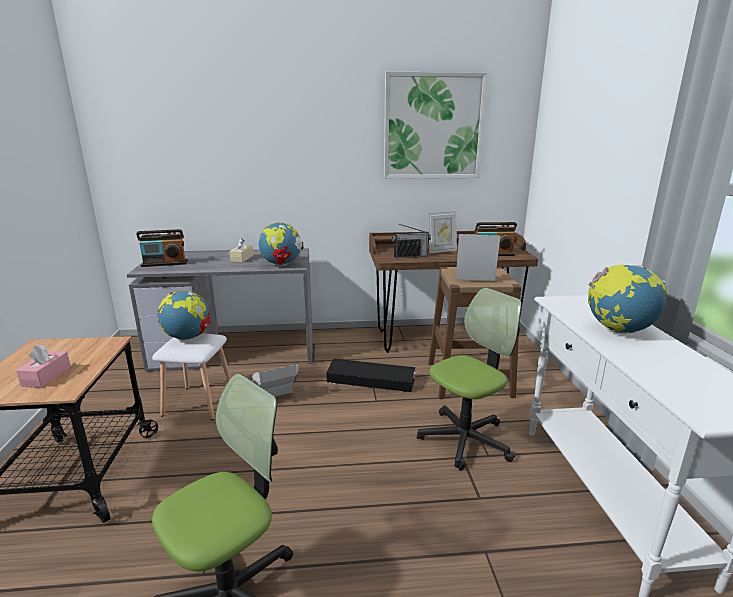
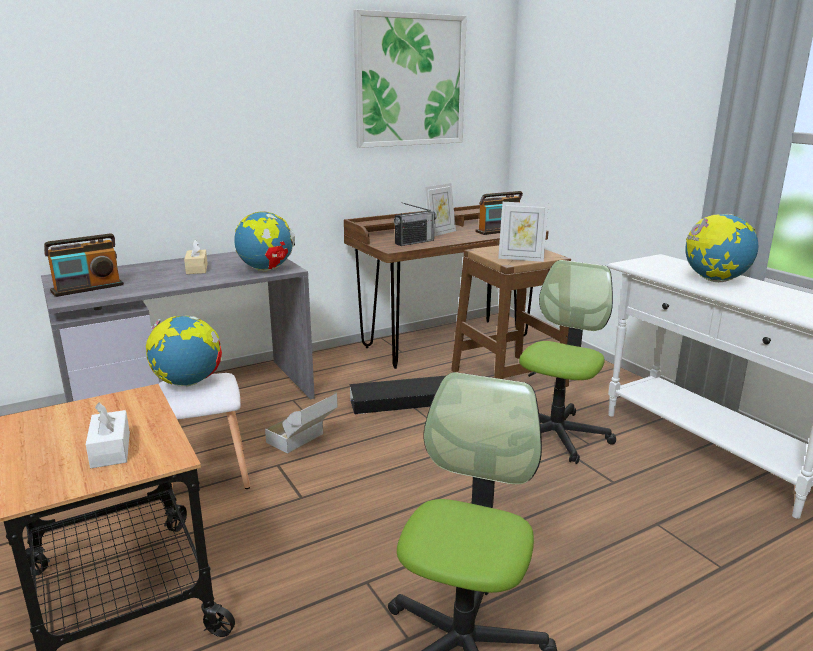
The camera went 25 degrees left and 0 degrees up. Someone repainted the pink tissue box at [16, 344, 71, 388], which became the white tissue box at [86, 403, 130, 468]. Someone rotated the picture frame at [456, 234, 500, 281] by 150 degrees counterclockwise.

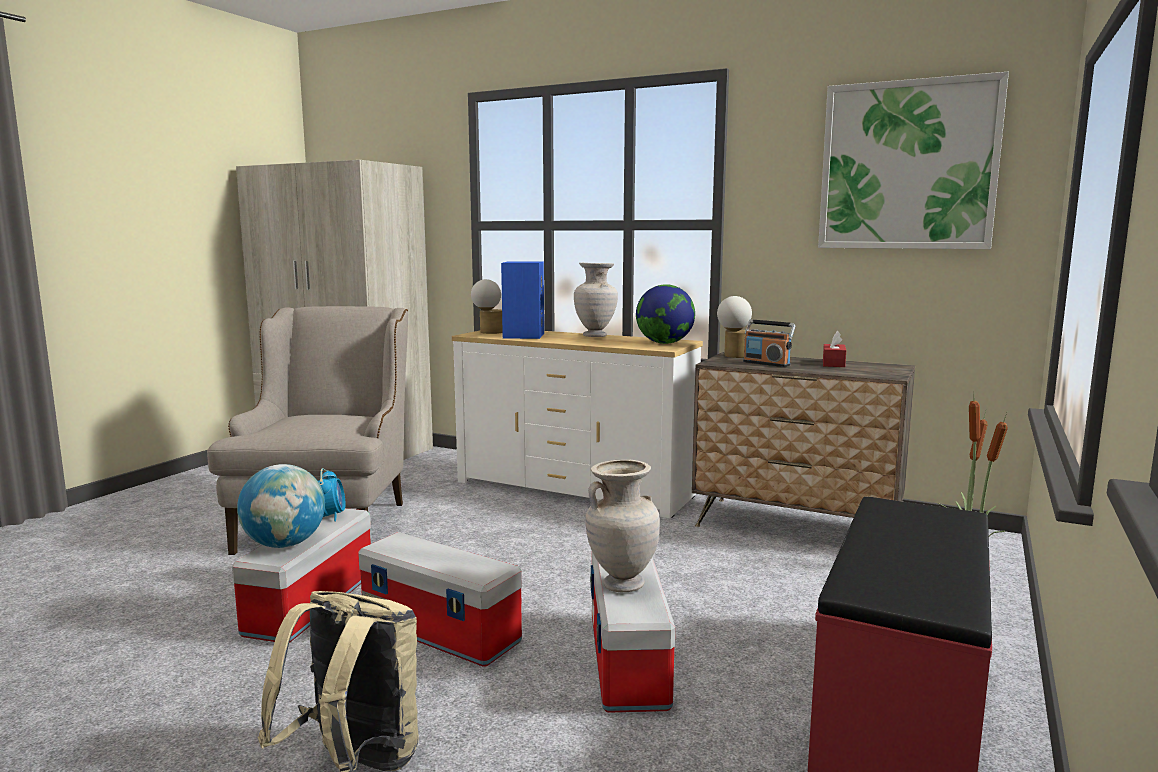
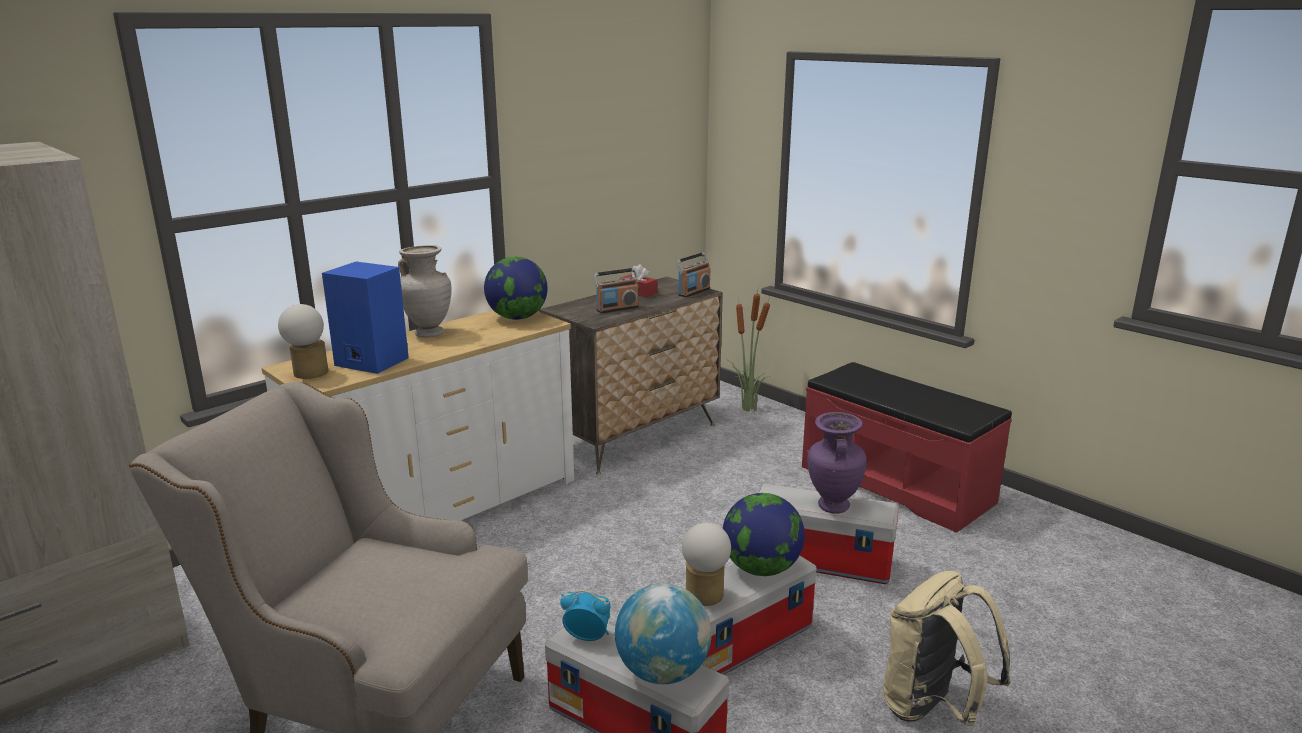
The camera went 70 degrees left and 10 degrees up. Someone took away the picture at [818, 72, 1009, 249]. Someone put down the radio at [675, 252, 711, 297]. Someone put down the globe at [723, 493, 805, 576]. Someone carried the table lamp from [717, 296, 752, 358] to [682, 523, 731, 606]. Someone repainted the beige vase at [585, 459, 660, 592], which became the purple vase at [807, 412, 867, 514].

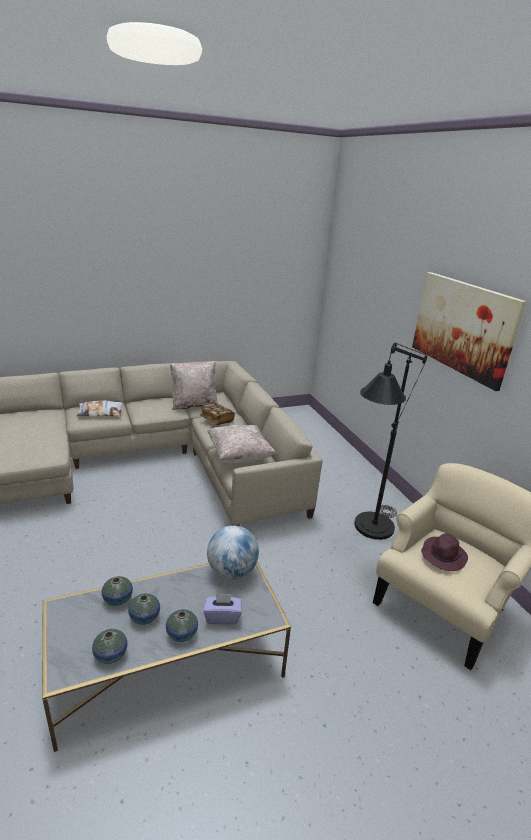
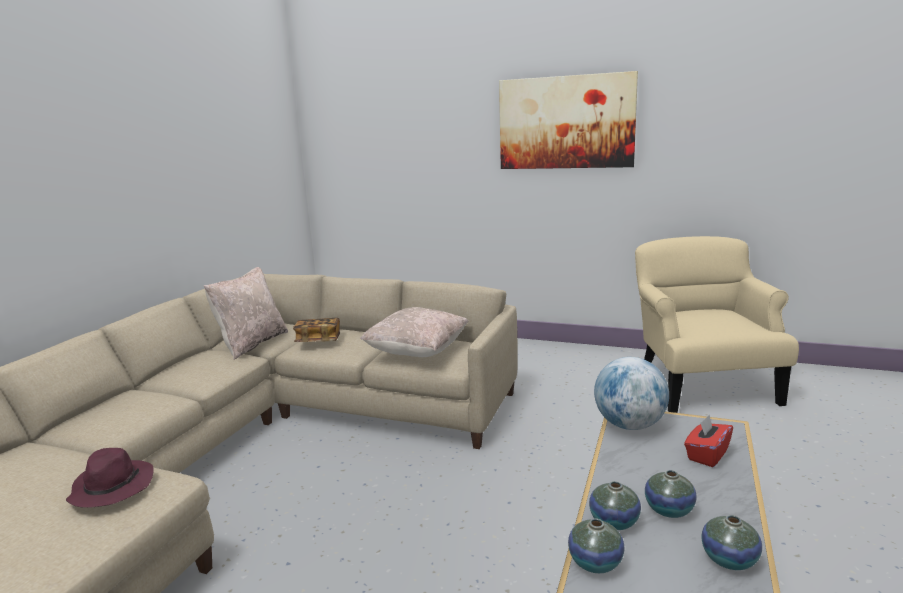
The camera went 45 degrees left and 10 degrees down. Someone took away the pillow at [77, 401, 123, 416]. Someone took away the black floor lamp at [354, 343, 427, 540]. Someone carried the vase from [166, 609, 198, 642] to [568, 518, 624, 573]. Someone carried the purple hat from [421, 533, 468, 571] to [66, 448, 154, 508]. Someone repainted the purple tissue box at [204, 593, 241, 625], which became the red tissue box at [684, 414, 733, 467].

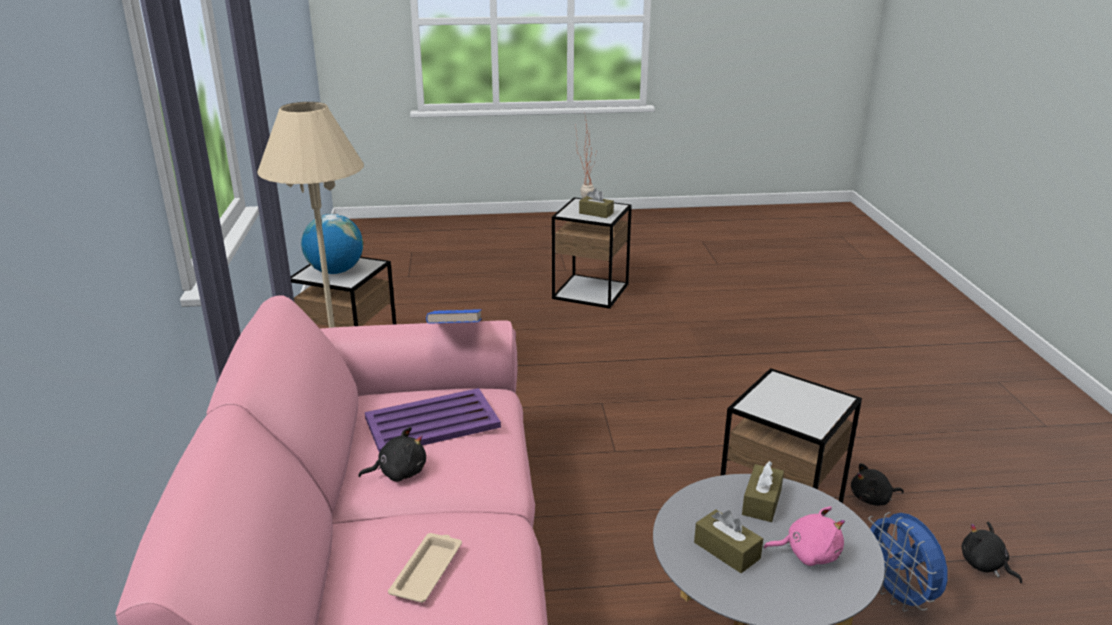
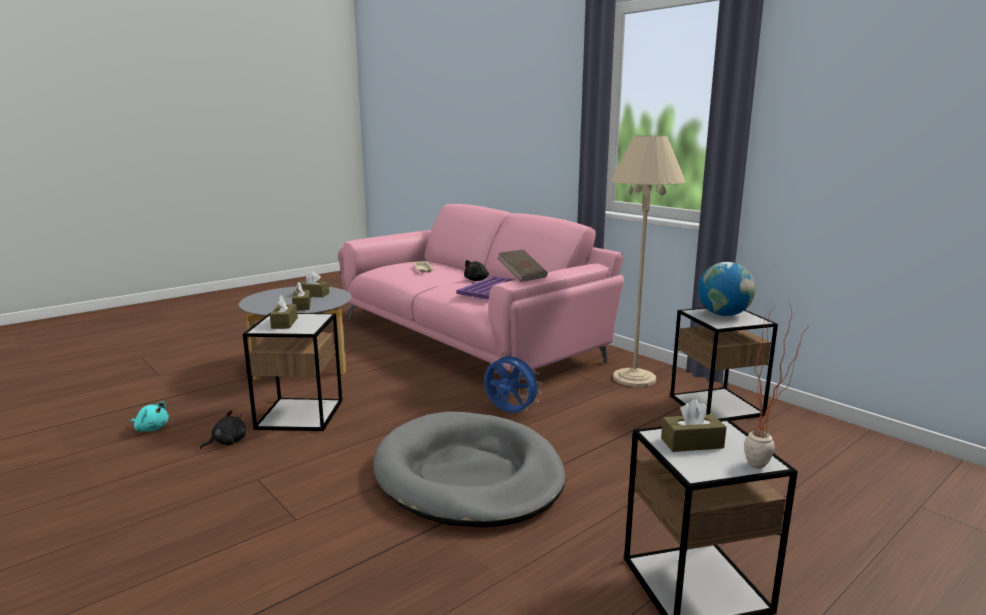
The camera went 145 degrees right and 10 degrees down. Someone took away the pink plush toy at [764, 506, 845, 566]. Someone put down the brown tissue box at [270, 295, 298, 329]. Someone put down the grey dog bed at [373, 411, 565, 527]. Someone carried the blue fan from [866, 512, 948, 612] to [484, 352, 542, 413]. Someone repainted the blue book at [426, 309, 482, 324], which became the brown book at [497, 250, 548, 282]. Someone repainted the black plush toy at [961, 522, 1022, 583], which became the turquoise plush toy at [130, 401, 169, 431].

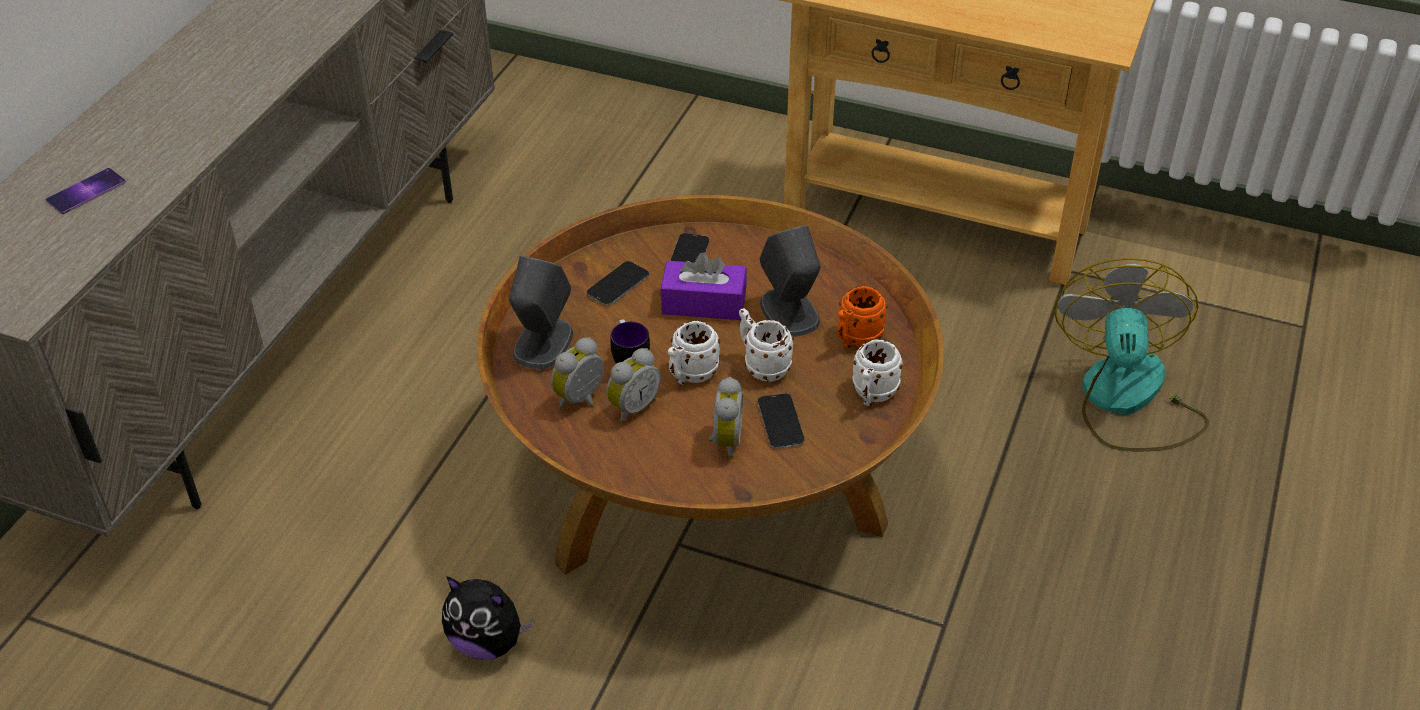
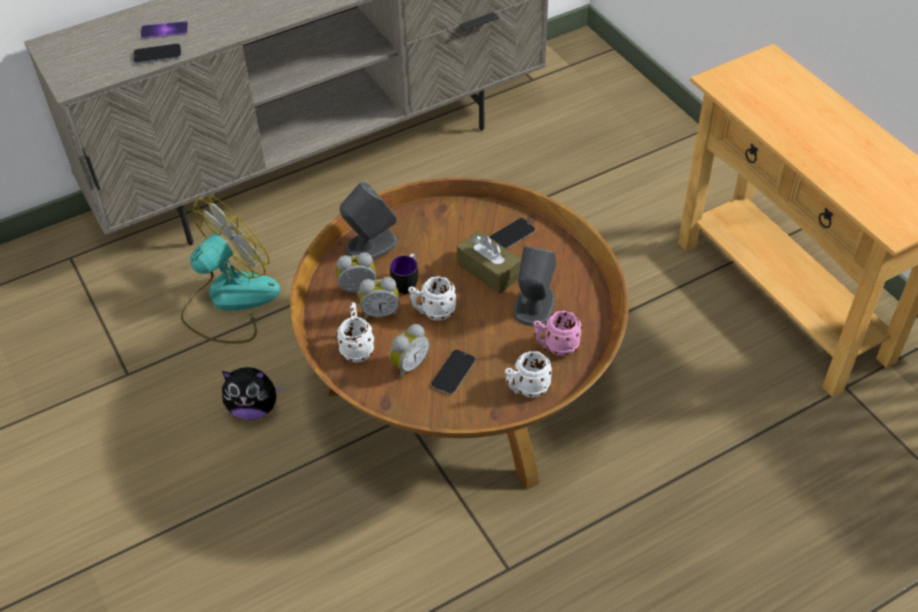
The camera went 40 degrees right and 5 degrees up. Someone carried the phone from [587, 261, 649, 306] to [133, 44, 181, 64]. Someone carried the white mug from [739, 308, 794, 382] to [336, 302, 375, 363]. Someone carried the fan from [1054, 258, 1209, 452] to [181, 196, 280, 344]. Someone repainted the purple tissue box at [661, 252, 747, 320], which became the brown tissue box at [457, 231, 522, 294]. Someone repainted the orange mug at [837, 286, 888, 348], which became the pink mug at [533, 310, 582, 356]. Someone rotated the plush toy at [442, 576, 534, 660] by 60 degrees counterclockwise.

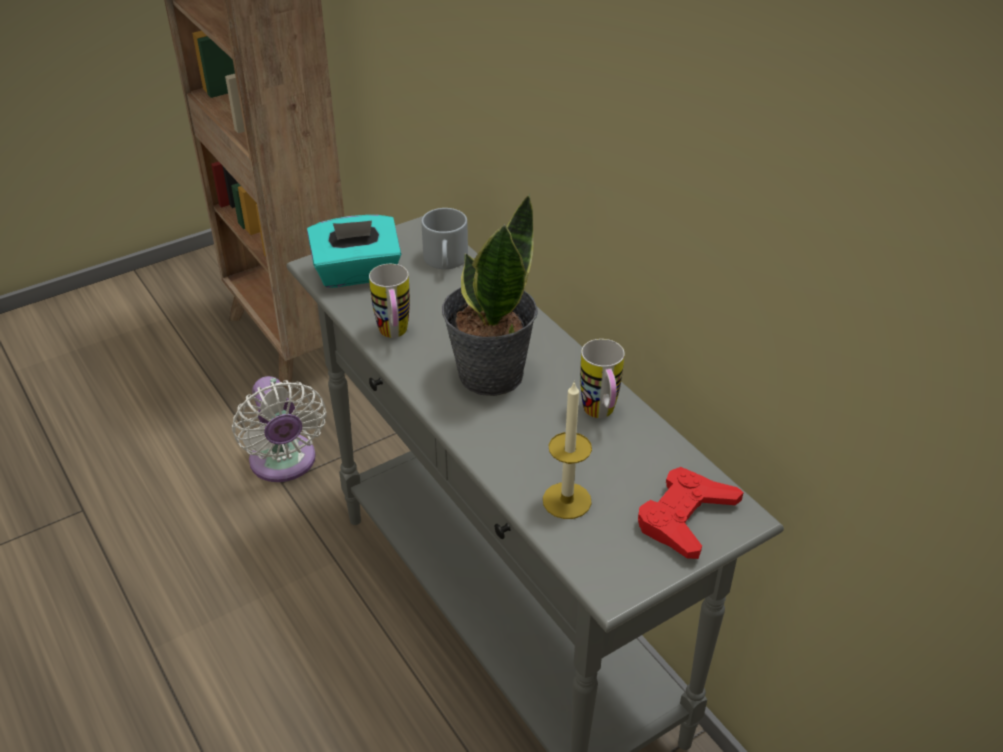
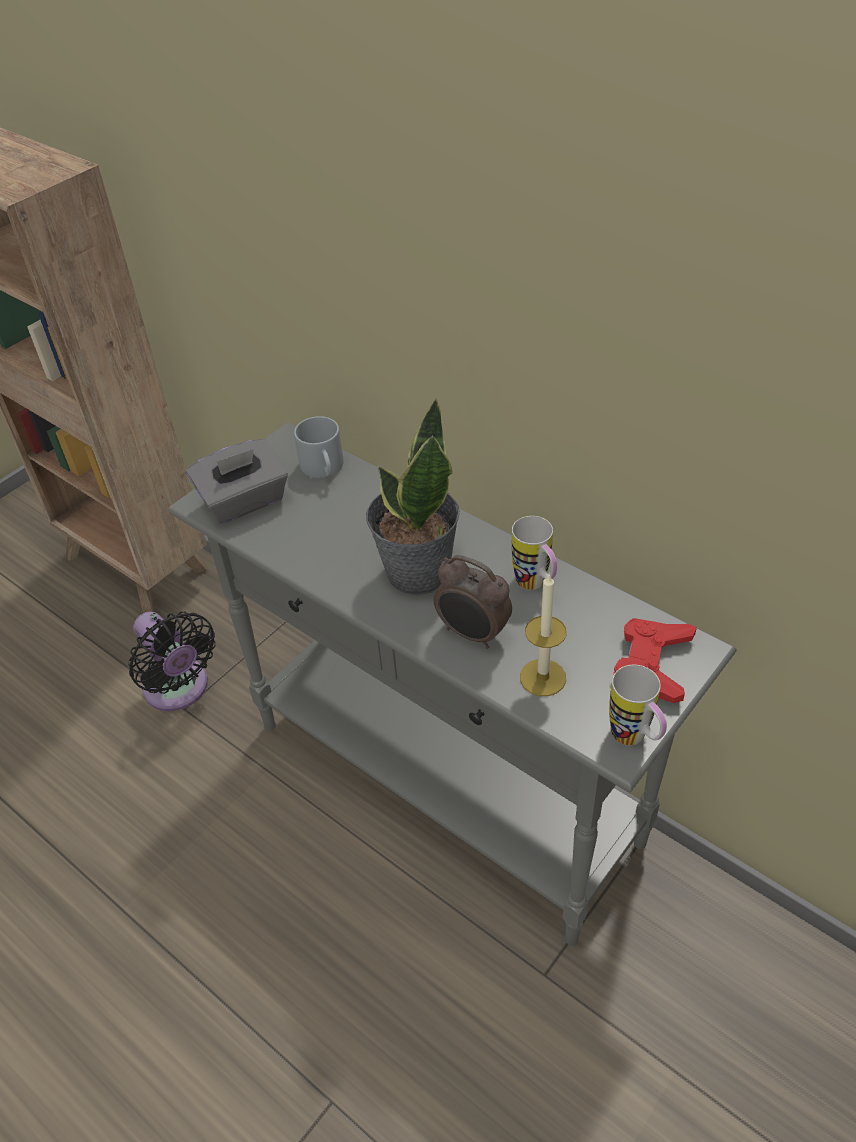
The camera went 15 degrees left and 5 degrees up. Someone put down the alarm clock at [434, 555, 512, 649]. Someone carried the mug from [369, 264, 410, 338] to [609, 665, 667, 745]. Someone repainted the white fan at [232, 376, 327, 482], which became the black fan at [128, 612, 216, 711]. Someone repainted the turquoise tissue box at [307, 215, 401, 288], which became the grey tissue box at [186, 439, 288, 524].

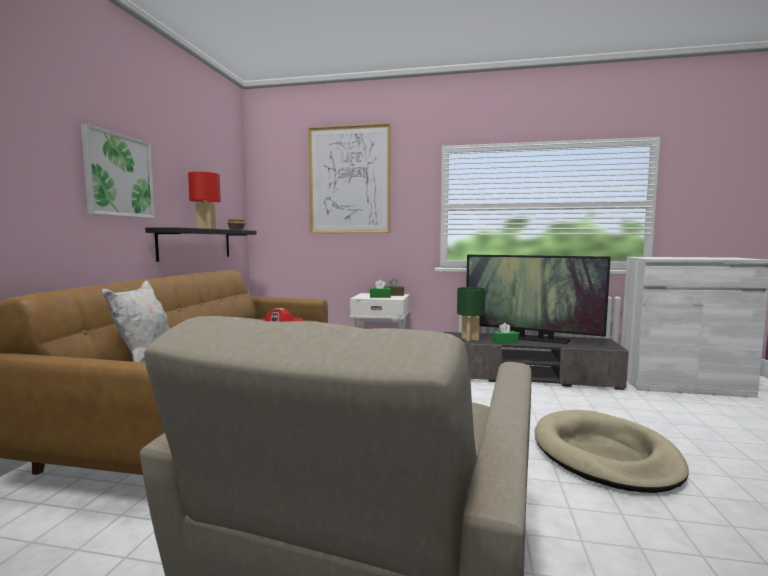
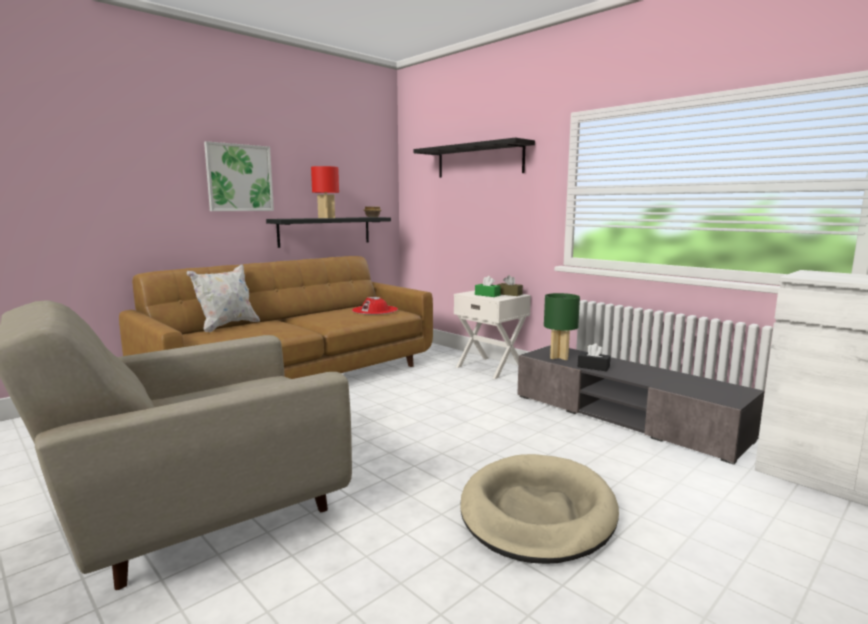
The camera went 35 degrees right and 5 degrees up. Someone took away the television at [466, 255, 611, 344]. Someone swapped the picture at [308, 123, 391, 233] for the black shelf at [414, 138, 535, 178]. Someone repainted the green tissue box at [492, 323, 519, 344], which became the black tissue box at [578, 343, 611, 371].

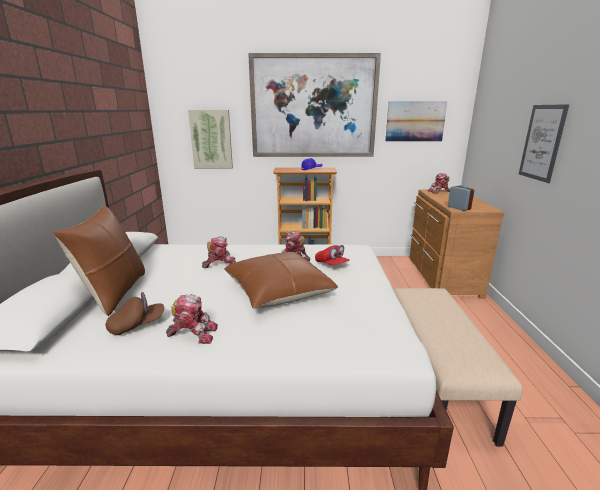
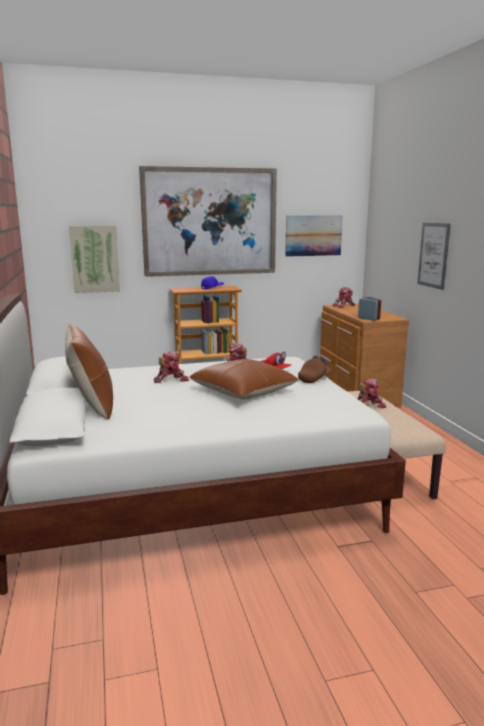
The camera went 15 degrees left and 5 degrees down. Someone carried the brown cap from [106, 292, 164, 335] to [298, 355, 331, 383]. Someone carried the toy robot from [166, 294, 218, 344] to [358, 379, 387, 408].

